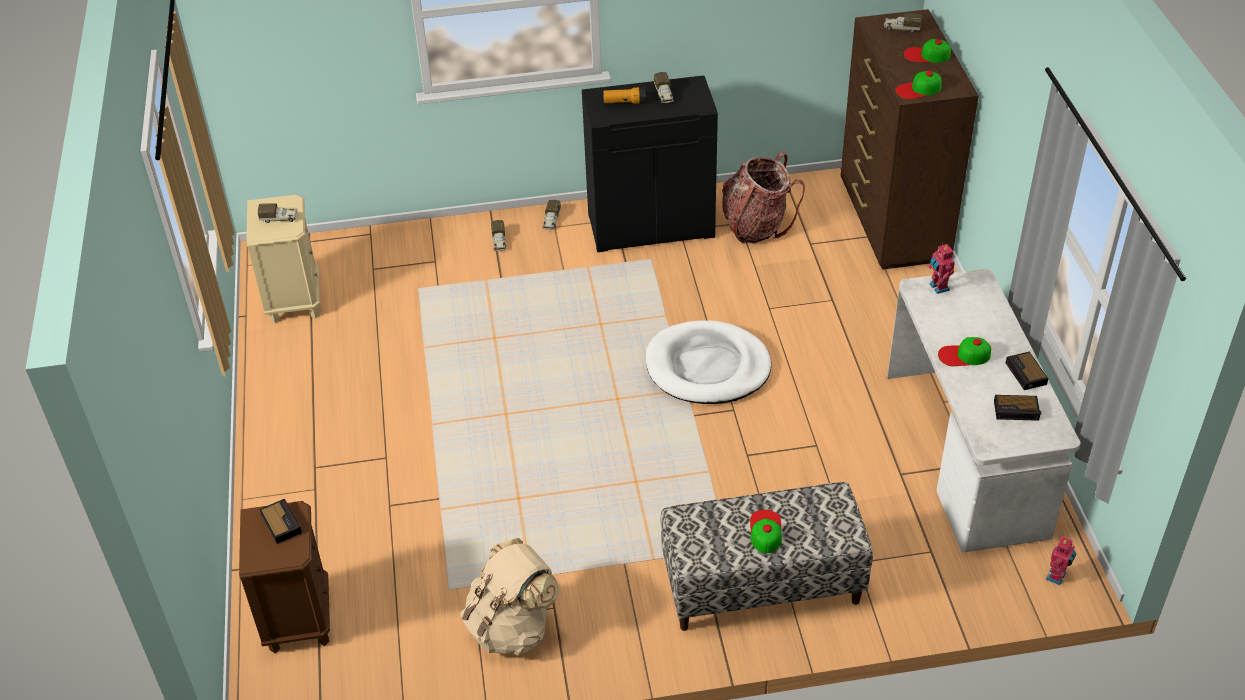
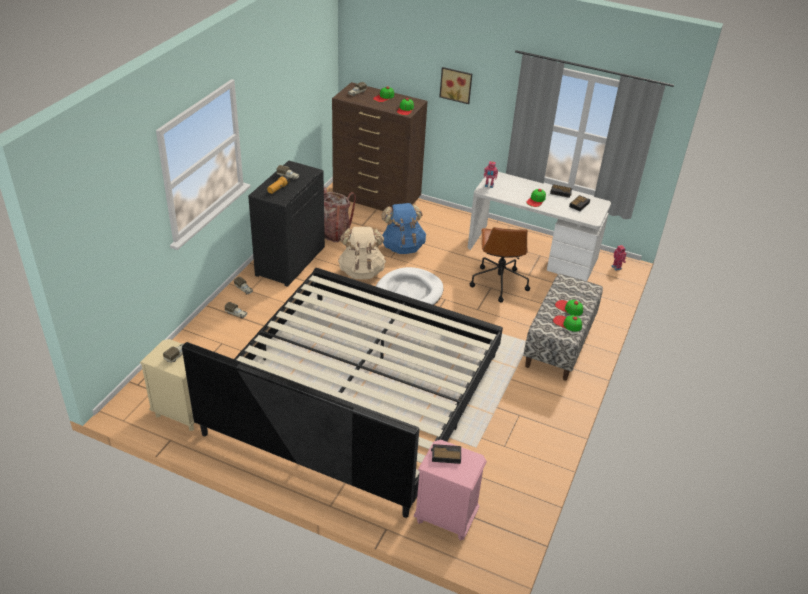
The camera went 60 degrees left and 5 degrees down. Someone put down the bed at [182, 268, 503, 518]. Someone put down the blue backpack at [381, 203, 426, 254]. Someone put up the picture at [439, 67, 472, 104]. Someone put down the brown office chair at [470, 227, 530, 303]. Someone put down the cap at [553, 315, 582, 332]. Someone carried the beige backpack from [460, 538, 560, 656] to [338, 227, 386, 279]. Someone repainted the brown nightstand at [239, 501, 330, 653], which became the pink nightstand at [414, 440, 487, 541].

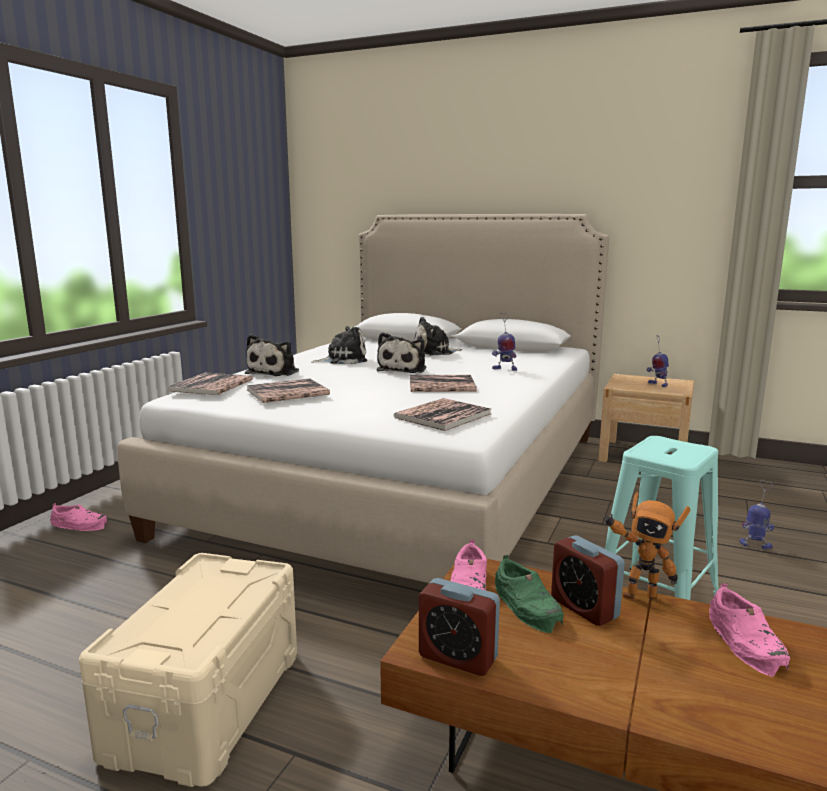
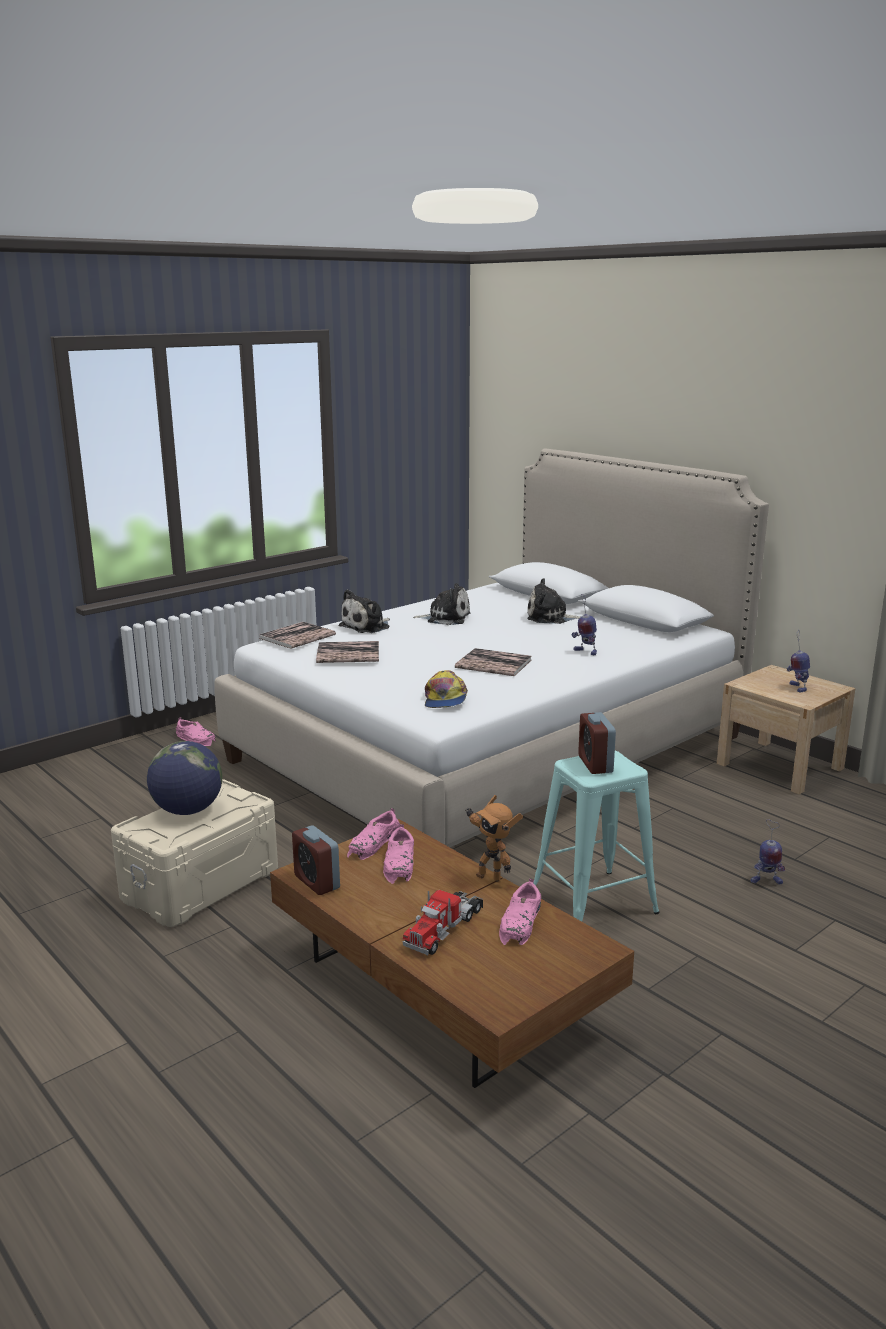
The camera went 25 degrees right and 5 degrees up. Someone took away the plush toy at [377, 332, 426, 373]. Someone put down the globe at [147, 741, 222, 815]. Someone put down the toy truck at [402, 890, 483, 955]. Someone carried the alarm clock from [551, 535, 625, 626] to [578, 712, 616, 774]. Someone swapped the book at [394, 398, 491, 431] for the cap at [425, 670, 468, 708]. Someone repainted the green shoe at [495, 555, 564, 633], which became the pink shoe at [383, 824, 414, 884]. Someone rotated the toy robot at [739, 480, 774, 549] by 135 degrees clockwise.

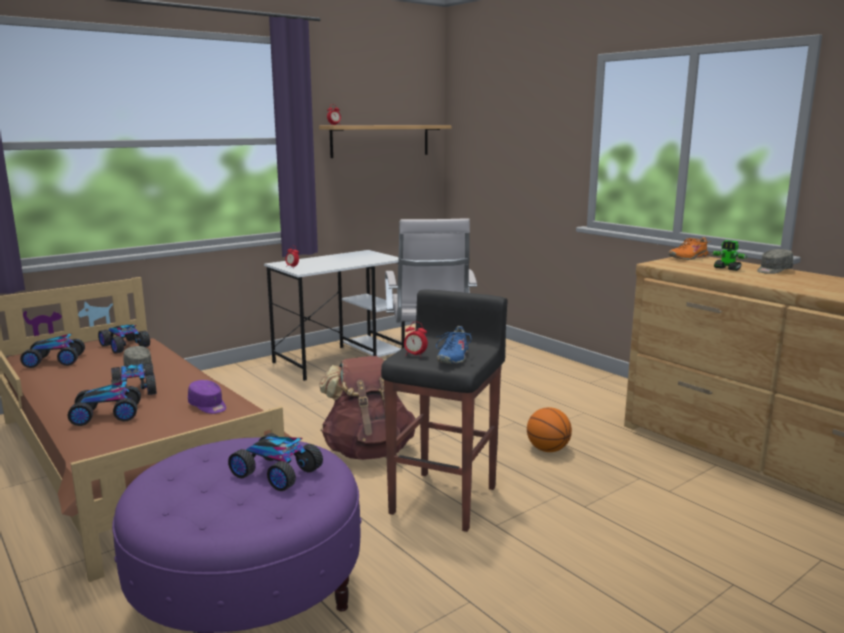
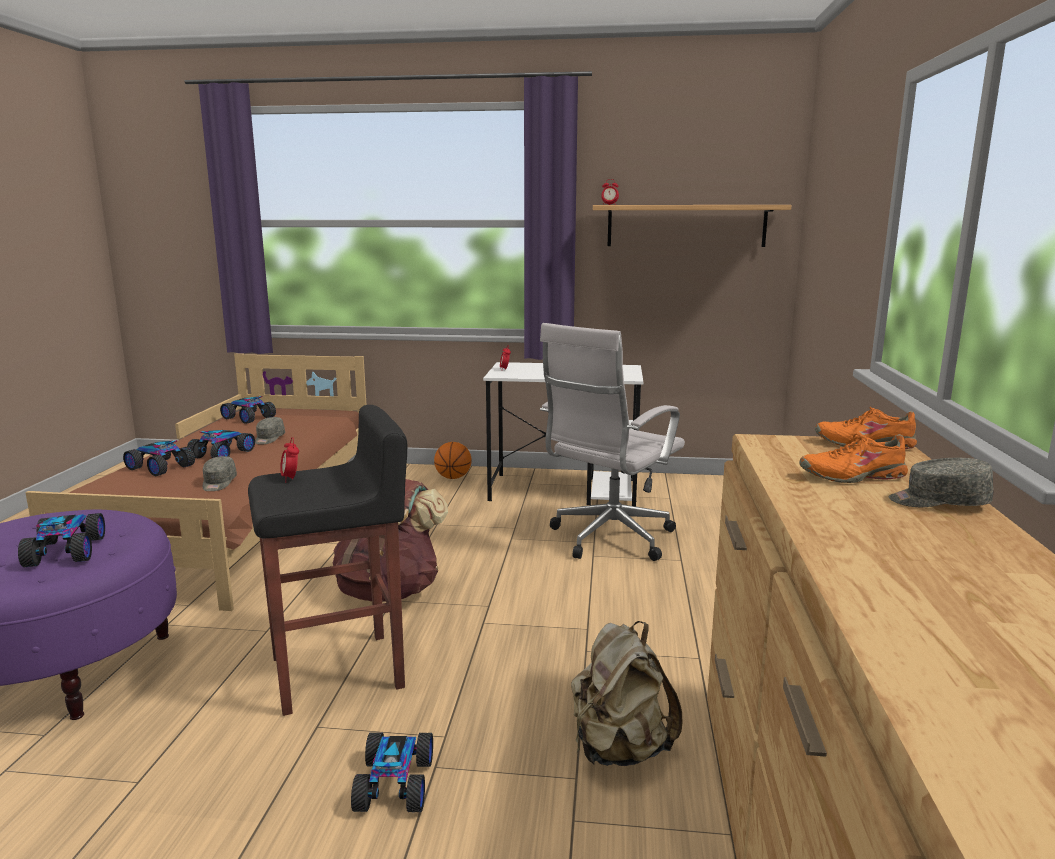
The camera went 45 degrees right and 0 degrees up. Someone took away the blue shoe at [436, 326, 472, 364]. Someone put down the beige backpack at [571, 621, 682, 766]. Someone carried the toy car from [98, 324, 150, 354] to [351, 732, 433, 812]. Someone carried the basketball from [527, 407, 572, 452] to [434, 442, 472, 479]. Someone swapped the toy robot at [711, 240, 748, 271] for the orange shoe at [799, 433, 908, 483]. Someone repainted the purple cap at [188, 380, 226, 414], which became the grey cap at [203, 456, 237, 491].

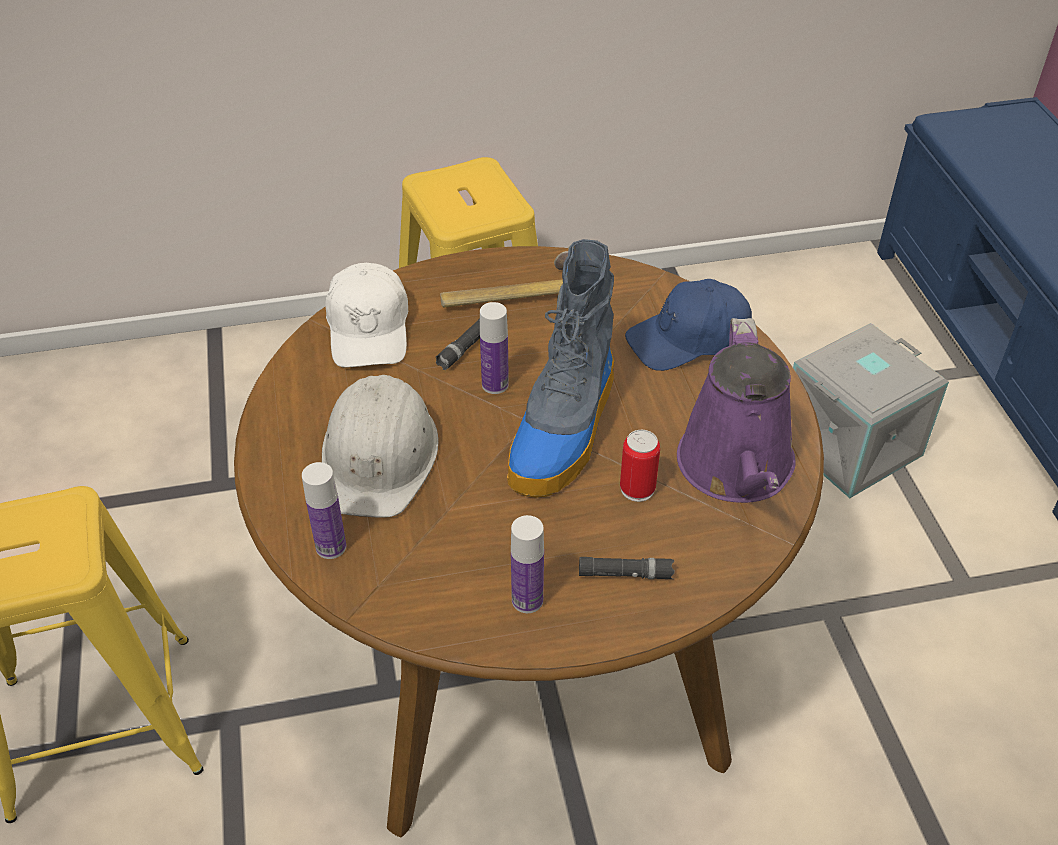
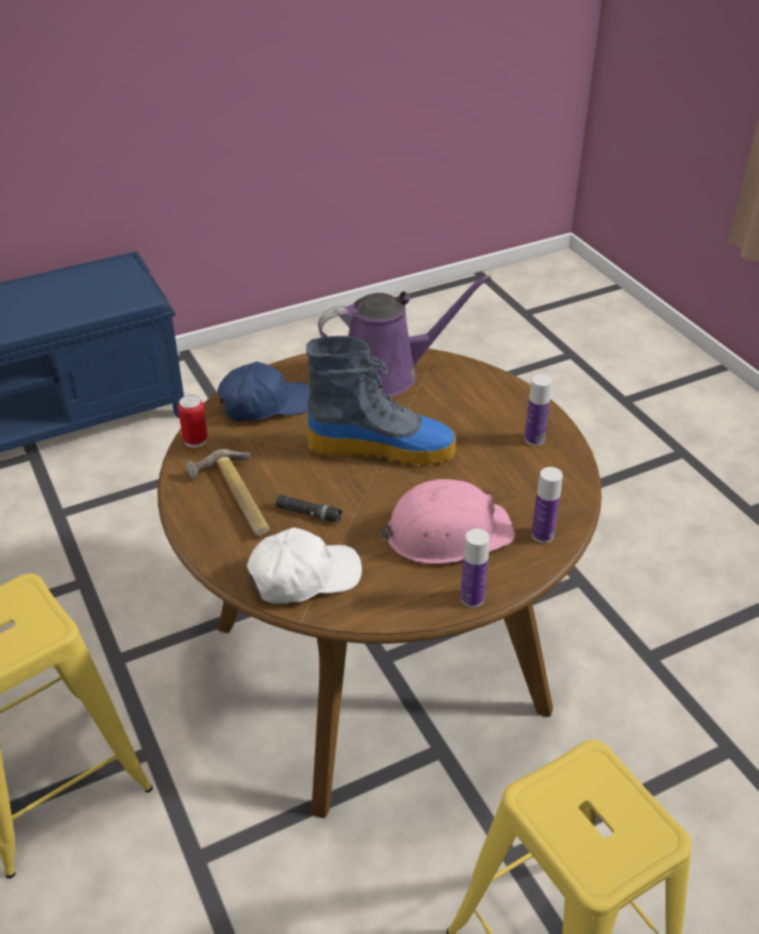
The camera went 105 degrees left and 5 degrees down. Someone took away the black flashlight at [579, 557, 674, 579]. Someone took away the grey storage box at [793, 323, 949, 498]. Someone carried the bottle from [480, 302, 509, 394] to [460, 529, 490, 607]. Someone carried the can from [620, 430, 660, 502] to [178, 395, 208, 447]. Someone repainted the white hard hat at [322, 375, 439, 518], which became the pink hard hat at [379, 479, 515, 564]. Someone rotated the blue cap at [625, 279, 752, 371] by 75 degrees counterclockwise.

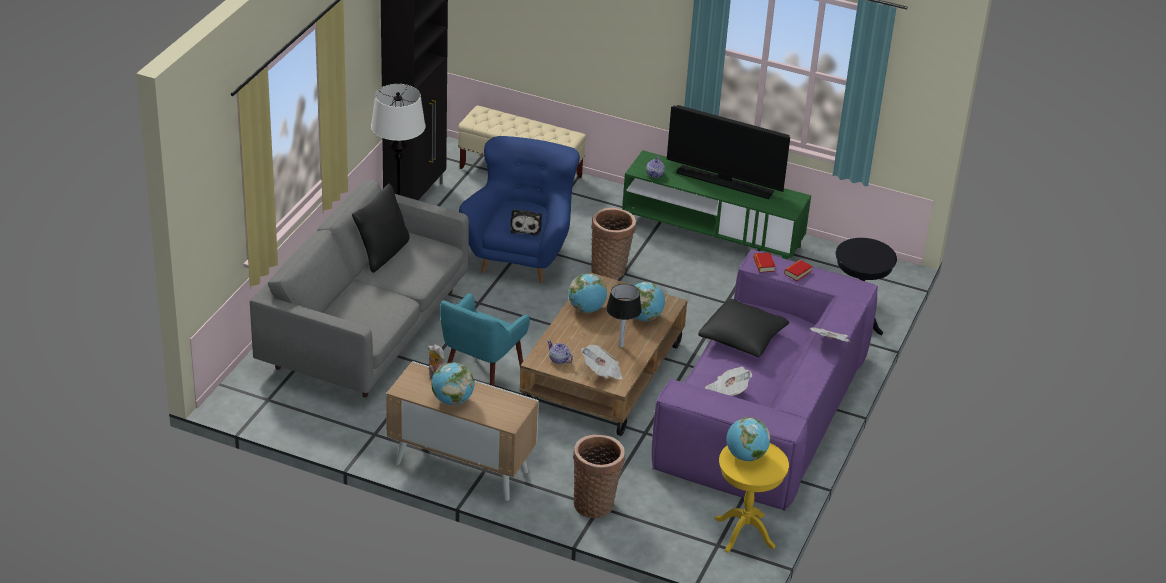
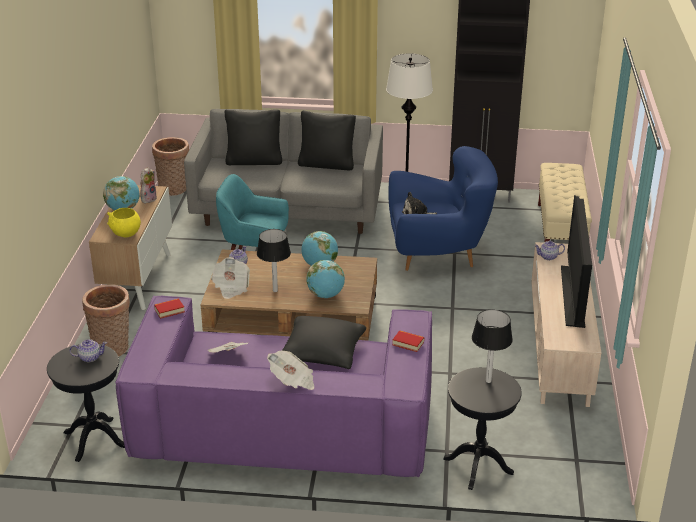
The camera went 75 degrees right and 5 degrees down. Someone put down the yellow bowl at [107, 208, 141, 237]. Someone put down the black pillow at [225, 109, 282, 165]. Someone put down the table lamp at [472, 309, 513, 383]. Someone carried the basket from [591, 208, 636, 280] to [152, 137, 189, 196]. Someone carried the book from [753, 253, 775, 272] to [154, 298, 184, 319]. Someone swapped the globe at [726, 417, 770, 461] for the teapot at [70, 339, 107, 362]. Someone repainted the green tv stand at [622, 150, 811, 260], which became the beige tv stand at [531, 242, 601, 407]. Someone repainted the yellow side table at [714, 443, 789, 553], which became the black side table at [47, 344, 125, 462].

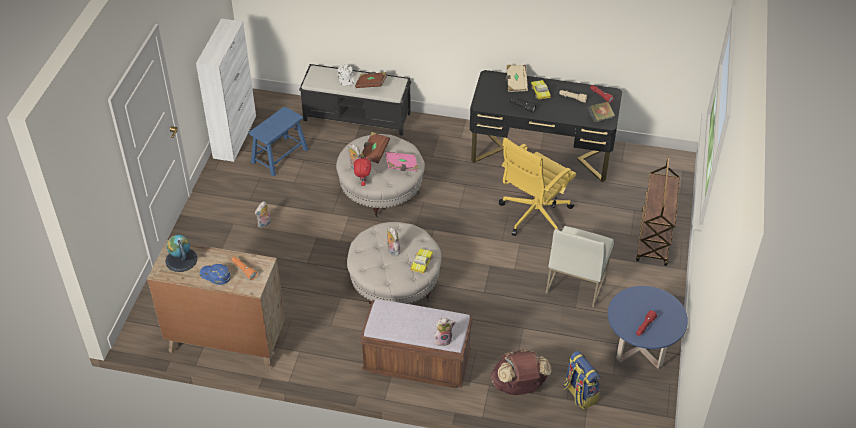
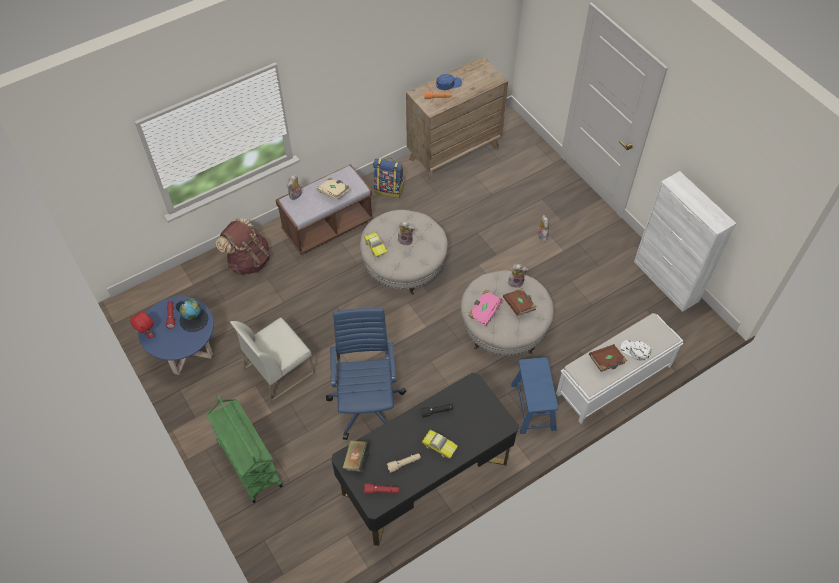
The camera went 135 degrees right and 10 degrees up. Someone carried the globe from [165, 235, 198, 272] to [176, 299, 208, 332]. Someone carried the blue stool from [249, 107, 308, 176] to [511, 357, 558, 434]. Someone carried the red plush toy from [354, 156, 371, 186] to [130, 312, 154, 338]. Someone carried the beige book from [506, 65, 528, 92] to [316, 177, 350, 200]. Someone carried the backpack from [563, 351, 600, 409] to [373, 158, 404, 198]. Someone repainted the black bench at [299, 64, 411, 136], which became the white bench at [556, 313, 684, 424]. Someone repainted the yellow office chair at [499, 138, 577, 236], which became the blue office chair at [326, 308, 406, 440]. Someone repainted the brown cart at [636, 158, 680, 266], which became the green cart at [207, 395, 282, 503]. Someone rotated the white chair at [546, 226, 614, 307] by 105 degrees counterclockwise.

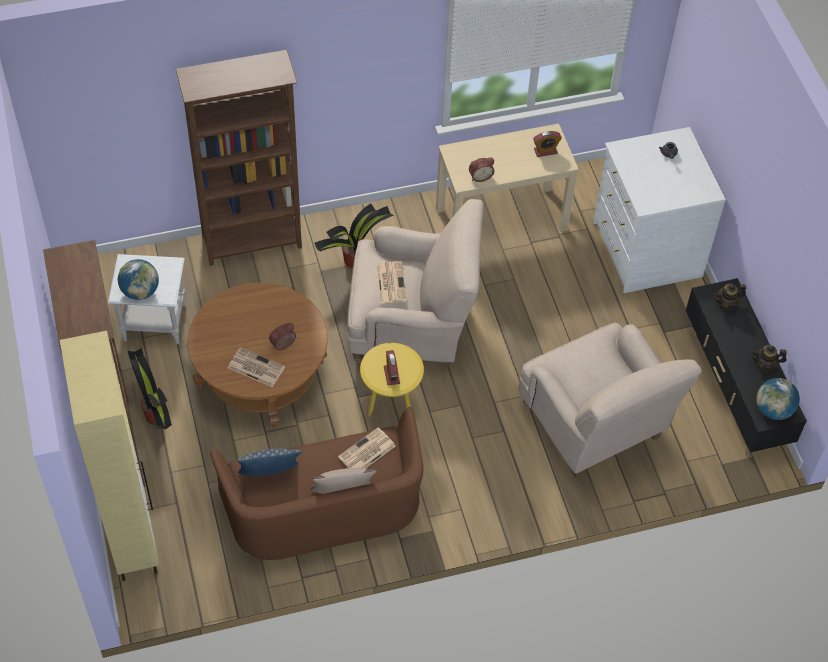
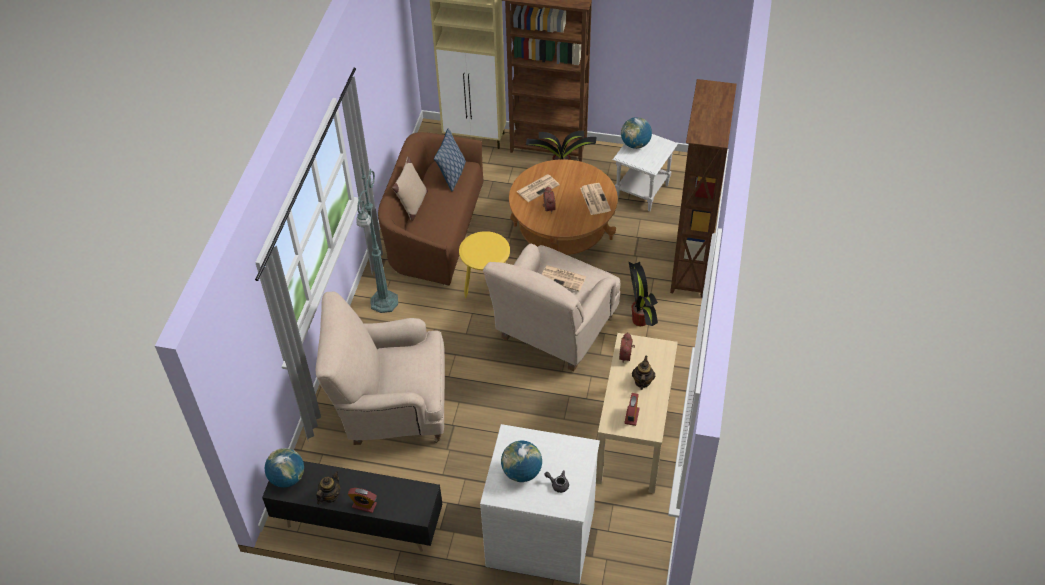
The camera went 120 degrees right and 5 degrees down. Someone put down the green floor lamp at [356, 163, 398, 313]. Someone put down the globe at [501, 441, 542, 482]. Someone carried the newspaper from [338, 427, 396, 469] to [580, 183, 611, 215]. Someone carried the alarm clock from [384, 350, 400, 385] to [348, 488, 377, 513]. Someone carried the teapot from [714, 284, 746, 311] to [632, 356, 655, 390].

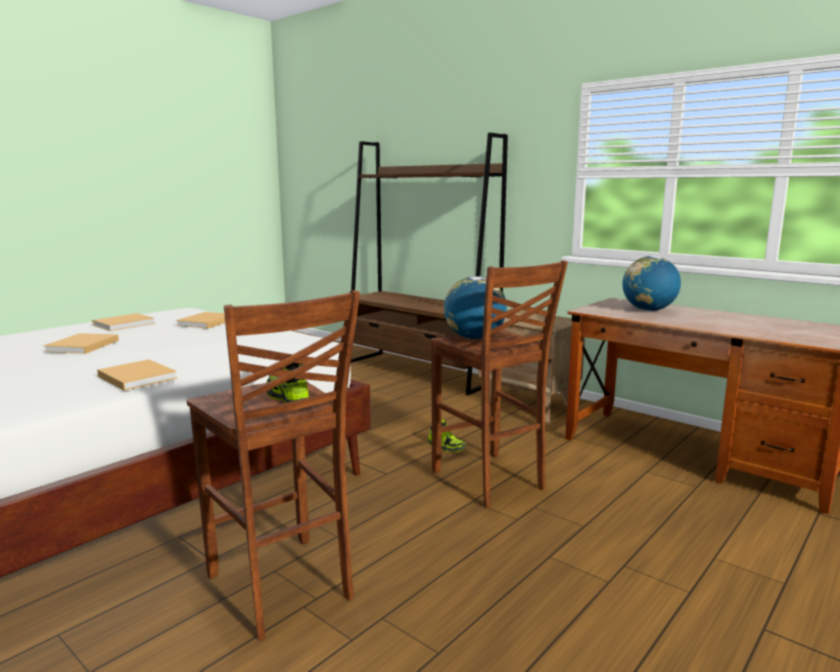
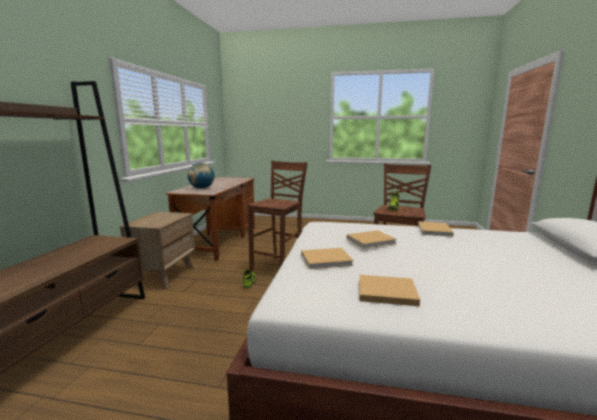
The camera went 120 degrees left and 0 degrees up. Someone took away the globe at [444, 276, 507, 339]. Someone carried the beige book from [43, 333, 119, 354] to [347, 230, 397, 249].

